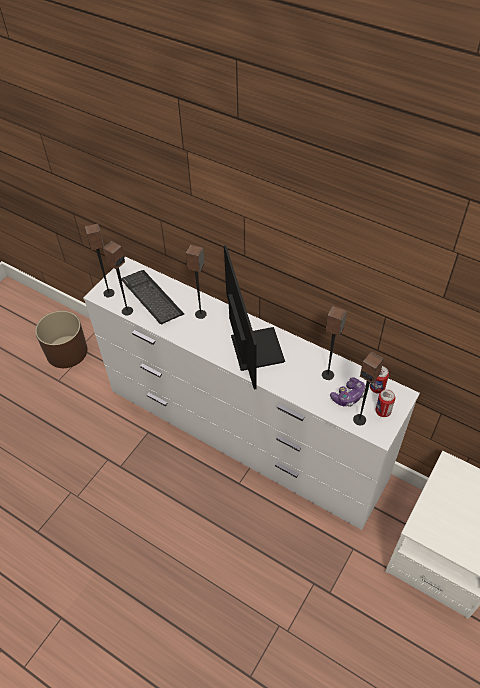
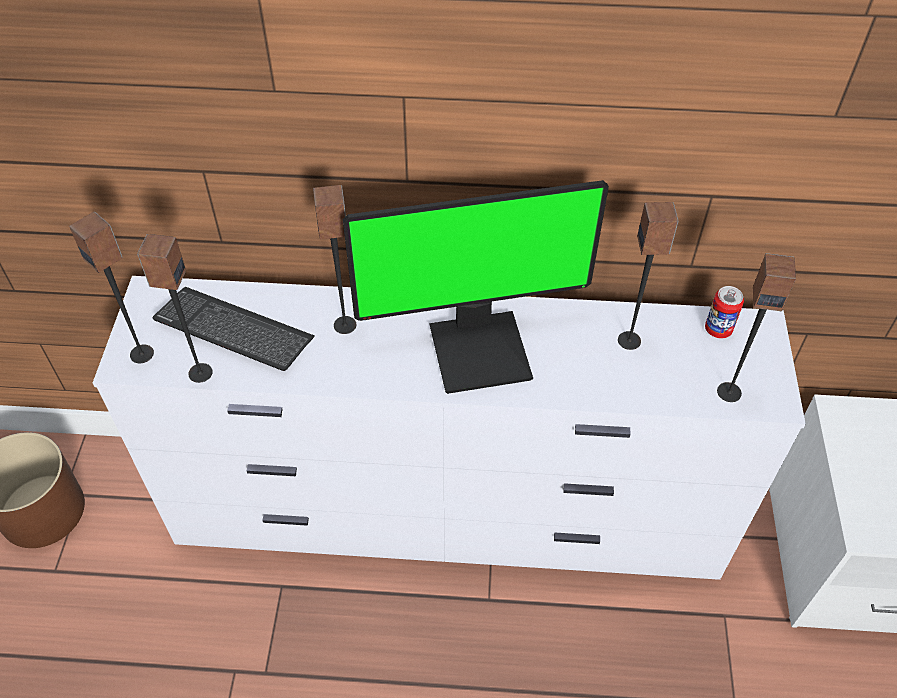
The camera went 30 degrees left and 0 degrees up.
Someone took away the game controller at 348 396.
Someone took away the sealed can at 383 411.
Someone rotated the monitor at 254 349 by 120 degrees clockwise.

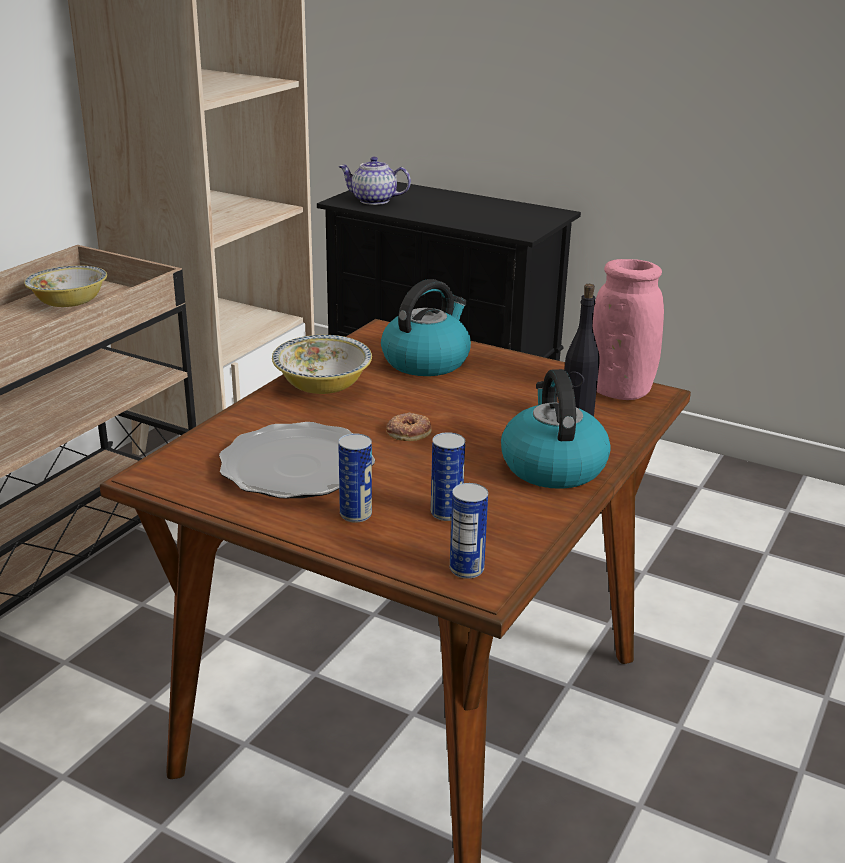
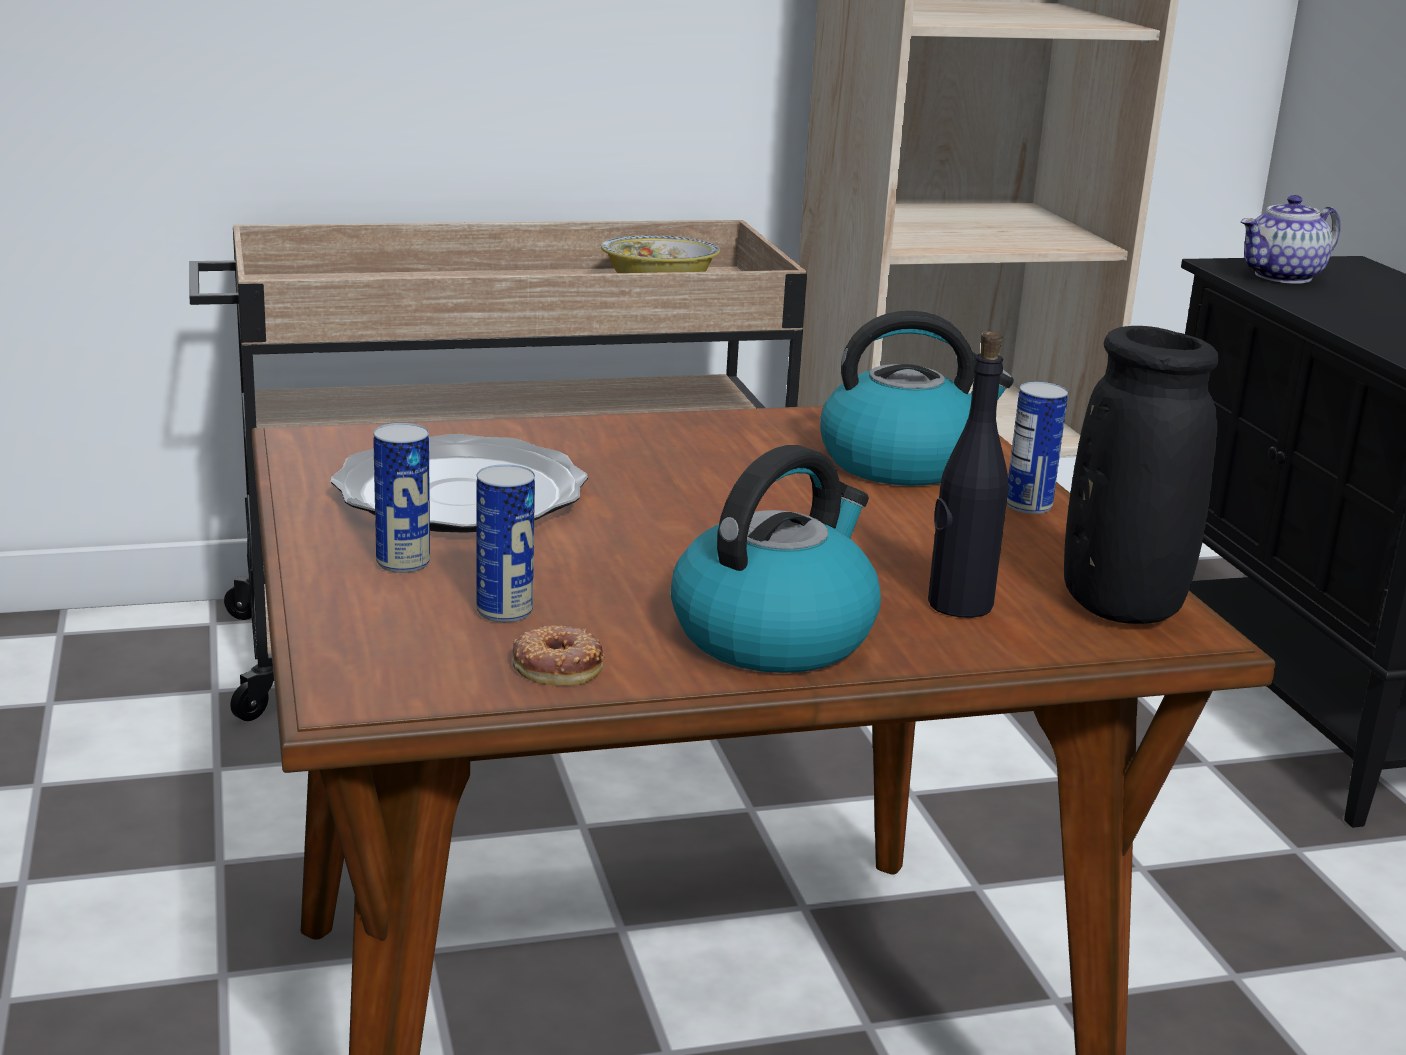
The camera went 45 degrees right and 5 degrees down.
Someone took away the bowl at 323 386.
Someone carried the donut from 408 431 to 558 665.
Someone carried the sealed can from 466 569 to 1028 506.
Someone repainted the pink-coloured vase at 619 392, which became the black-coloured vase at 1121 606.
Someone rotated the pot for tea at 373 201 by 90 degrees counterclockwise.

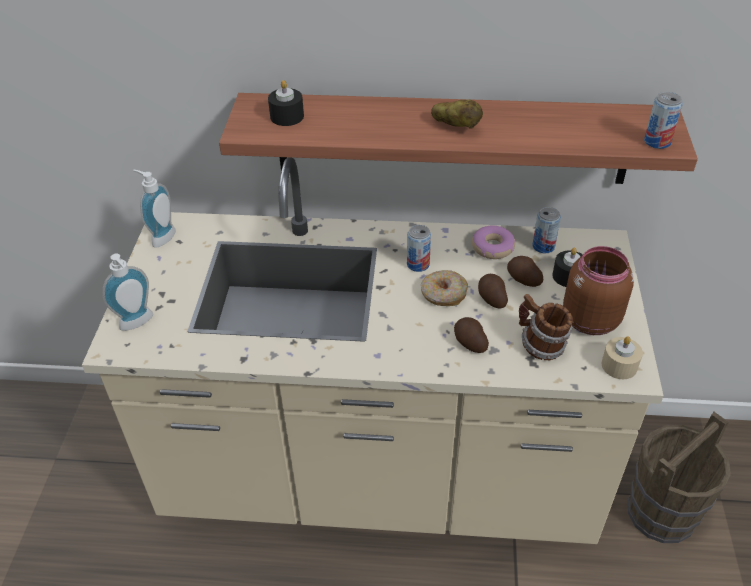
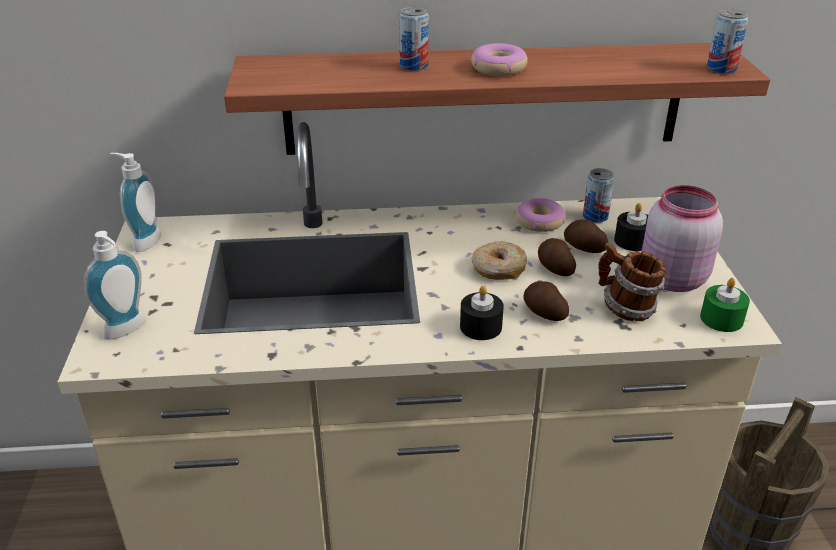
The camera went 10 degrees left and 10 degrees down.
Someone carried the black-coloured candle from 287 116 to 480 327.
Someone carried the sealed can from 418 264 to 413 65.
Someone swapped the potato at 456 126 for the donut at 498 68.
Someone repainted the brownish preserve jar at 588 319, which became the pink-coloured preserve jar at 670 278.
Someone repainted the beige candle at 619 365, which became the greenish candle at 721 319.

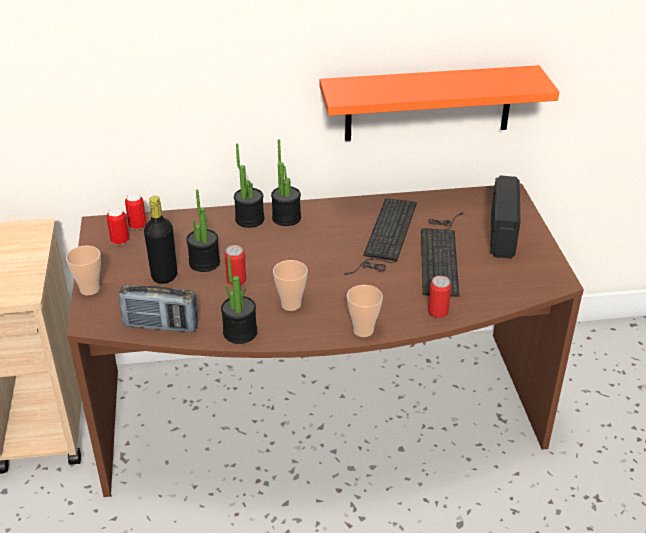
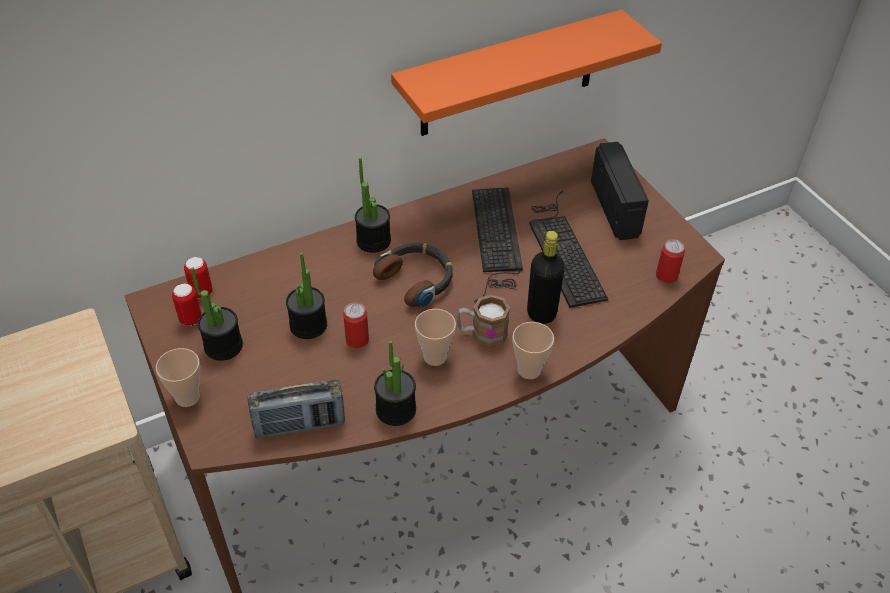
The camera went 20 degrees left and 10 degrees up.
Someone put down the headset at 416 279.
Someone put down the tea mug at 482 334.
Someone carried the black-coloured drink bottle from 164 276 to 541 313.
Someone carried the plant in a pot from 249 219 to 223 346.
Someone carried the sealed can from 437 312 to 666 276.

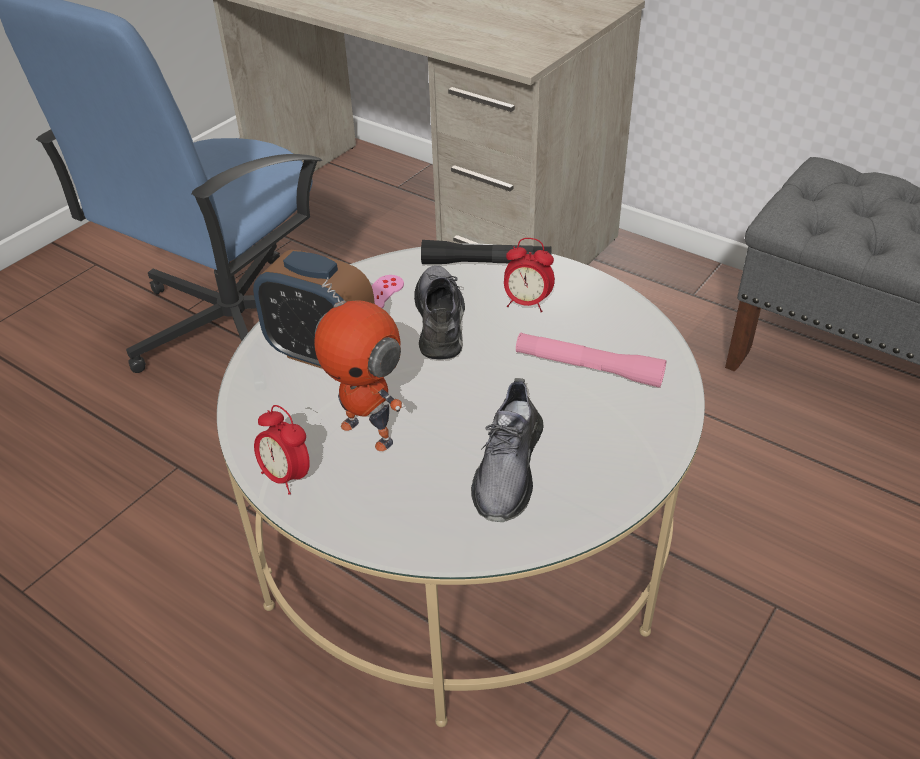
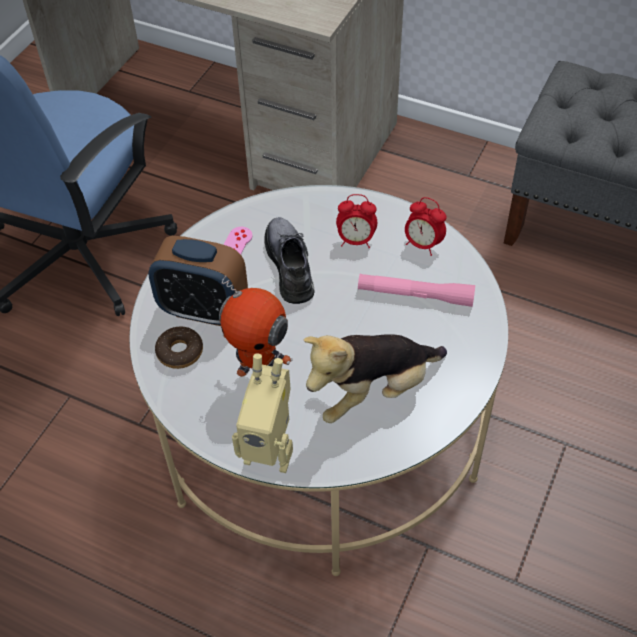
The camera went 10 degrees left and 10 degrees up.
Someone took away the black-coloured hand torch at 486 263.
Someone put down the donut at 180 352.
Someone put down the robot figure at 270 449.
Someone carried the table clock from 286 476 to 423 244.
Someone swapped the greyish shoe at 507 469 for the cuddly toy at 372 391.

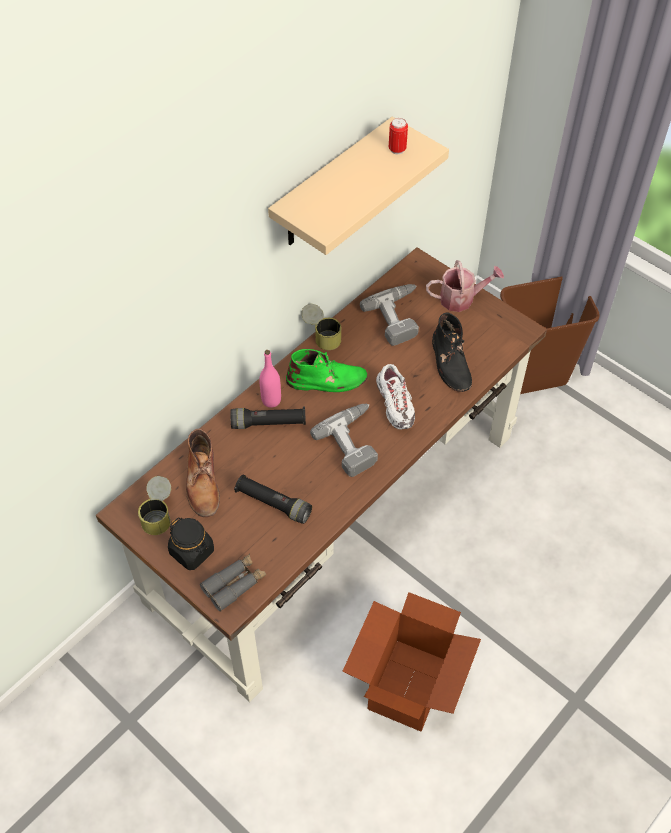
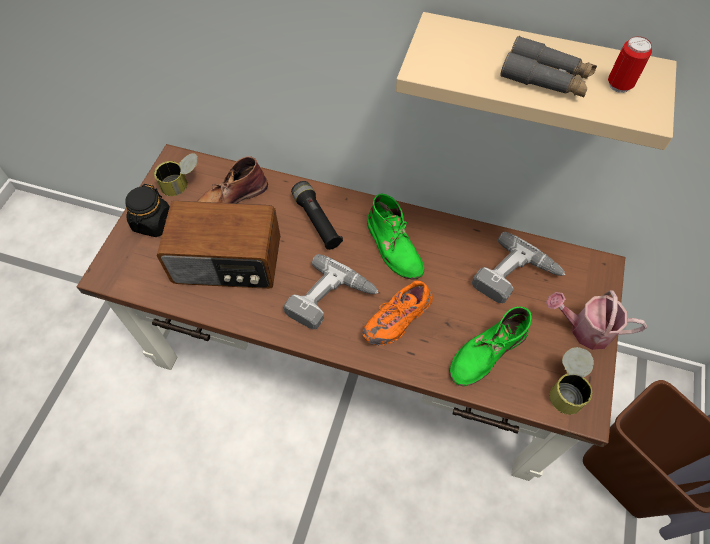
The camera went 65 degrees right and 5 degrees up.
Someone took away the pink-coloured drink bottle at 271 400.
Someone took away the cardboard box at 407 685.
Someone carried the greyish field glasses from 234 584 to 545 78.
Someone carried the sealed can from 322 336 to 567 388.
Someone swapped the black-coloured hand torch at 273 504 for the radio at 228 262.
Someone repainted the white shoe at 395 405, which became the orange shoe at 398 319.
Someone repainted the black-coloured high-top boot at 450 363, which became the greenish high-top boot at 486 352.
Someone rotated the watering pot at 461 299 by 135 degrees clockwise.

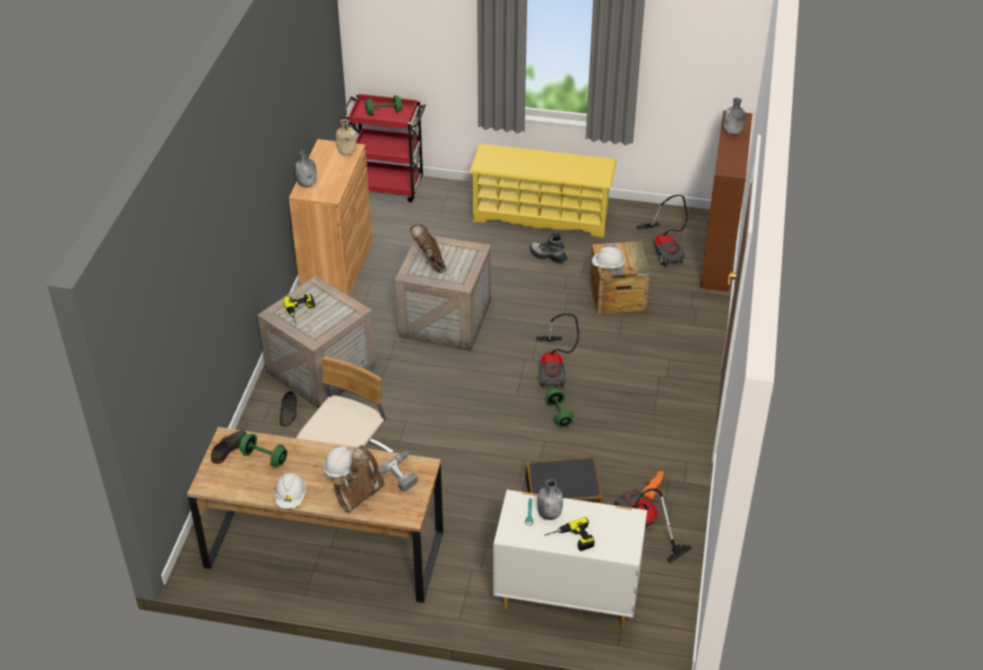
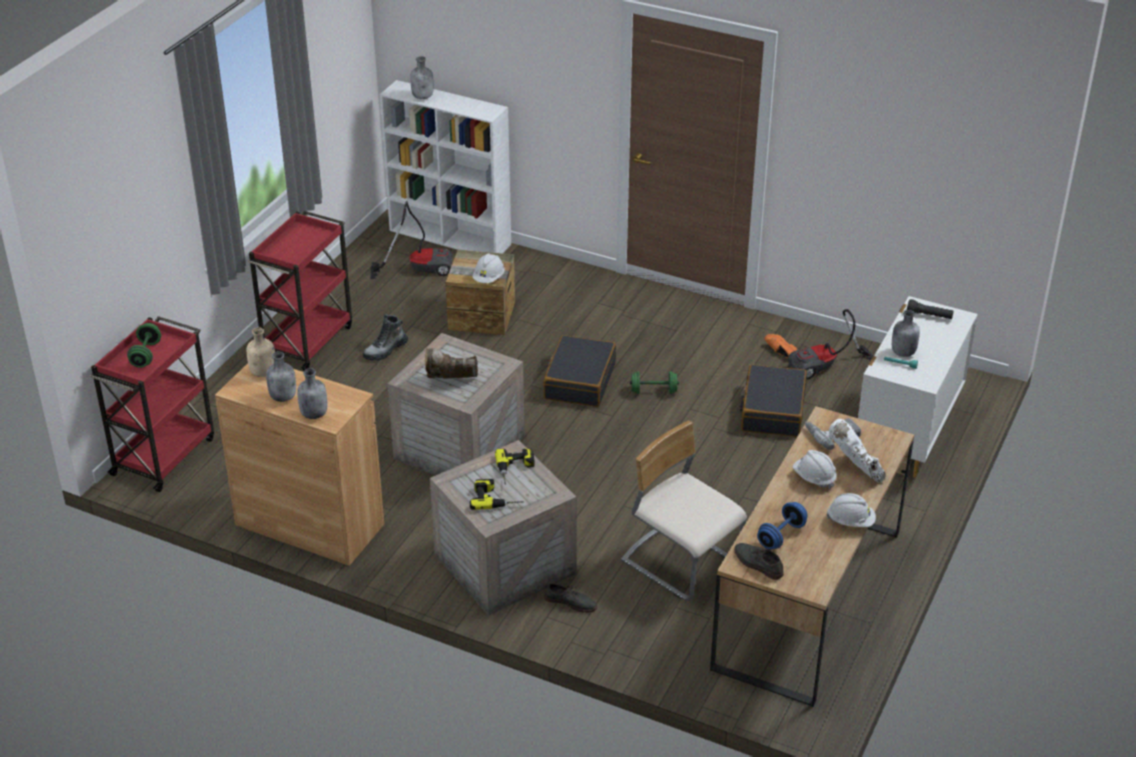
The camera went 75 degrees left and 5 degrees down.
Someone put down the greyish drink bottle at 283 397.
Someone put down the black-coloured hand torch at 929 316.
Someone carried the drill from 571 540 to 516 470.
Someone swapped the yellowish shoe stand at 542 215 for the reddish cart at 308 340.
Someone swapped the vacuum cleaner at 554 368 for the black-coloured piece of luggage at 579 381.
Someone repainted the greenish dumbbell at 264 457, which became the bluish dumbbell at 781 535.
Someone repainted the brownish high-top boot at 360 494, which became the white high-top boot at 855 469.
Someone repainted the brownish bookshelf at 718 256, which became the white bookshelf at 451 237.

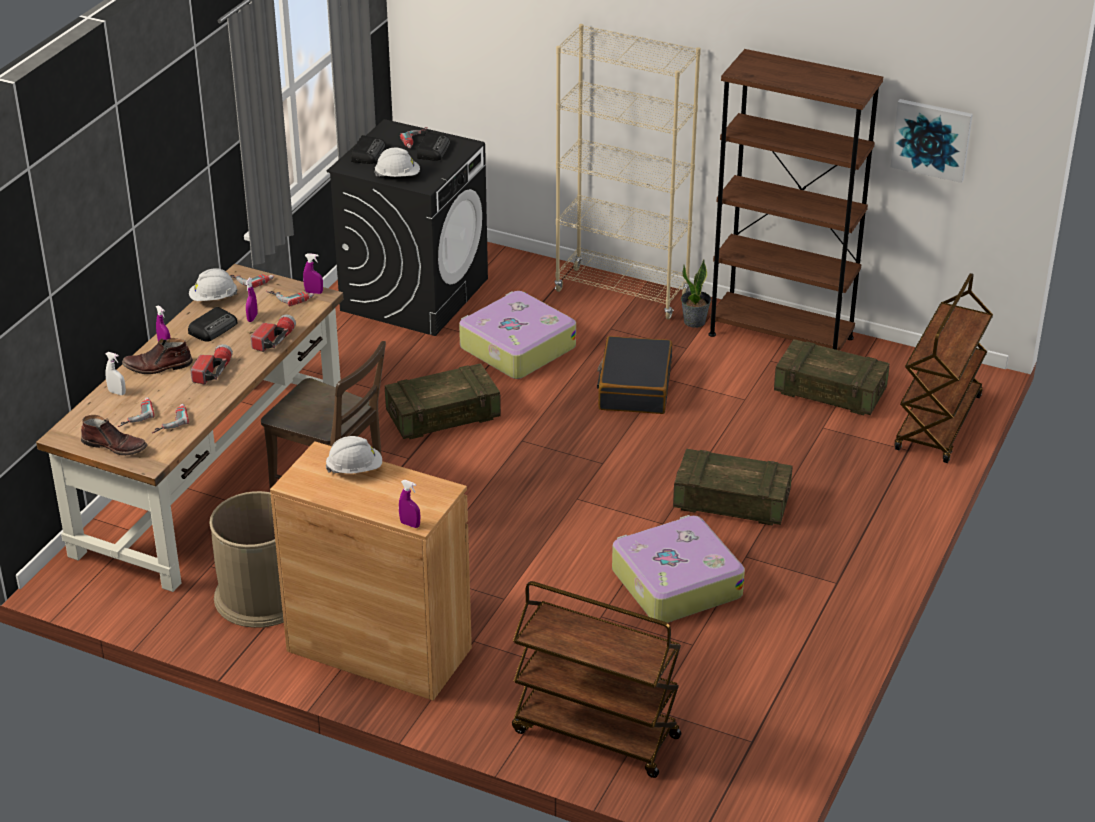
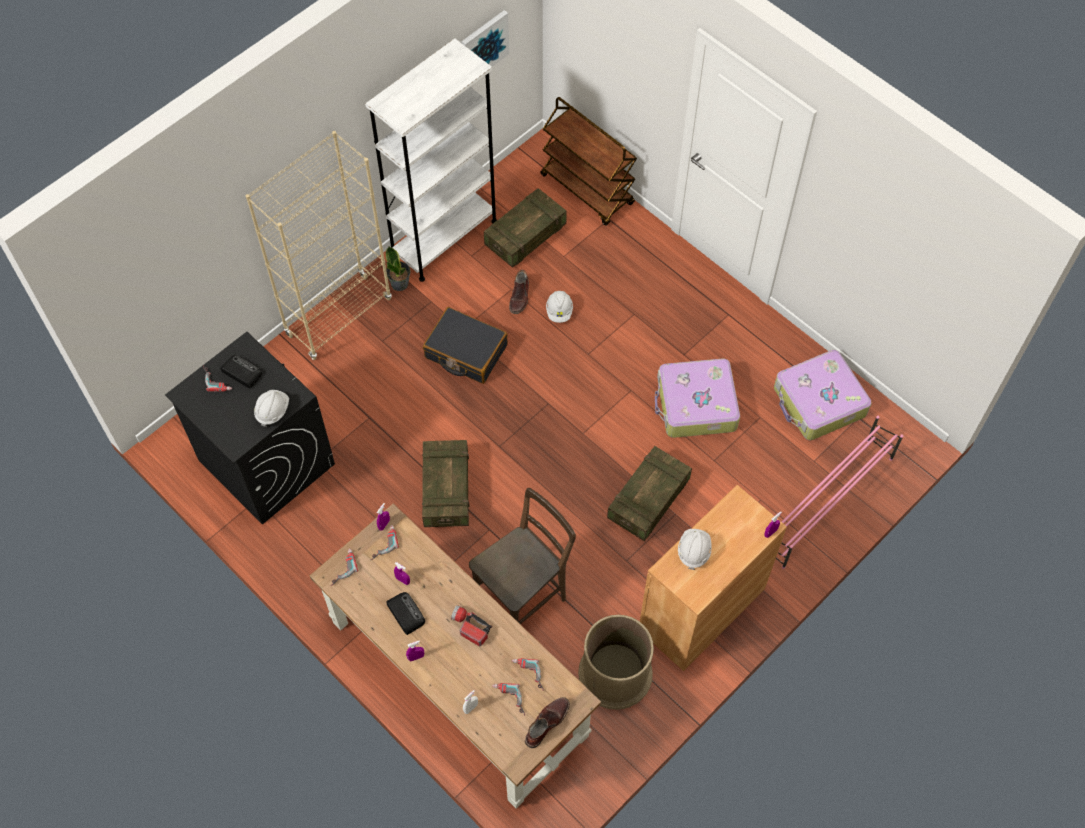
The camera went 70 degrees left and 25 degrees up.
Someone took away the hand torch at 274 340.
Someone took away the radio at 368 153.
Someone carried the brownish high-top boot from 158 366 to 520 297.
Someone carried the white safety helmet from 213 299 to 559 311.
Someone carried the piece of luggage from 516 347 to 819 402.
Someone carried the crate from 731 502 to 648 500.
Someone swapped the brownish cart at 594 734 for the pink-coloured shoe stand at 825 502.
Someone repainted the brownish bookshelf at 781 336, which became the white bookshelf at 444 238.

